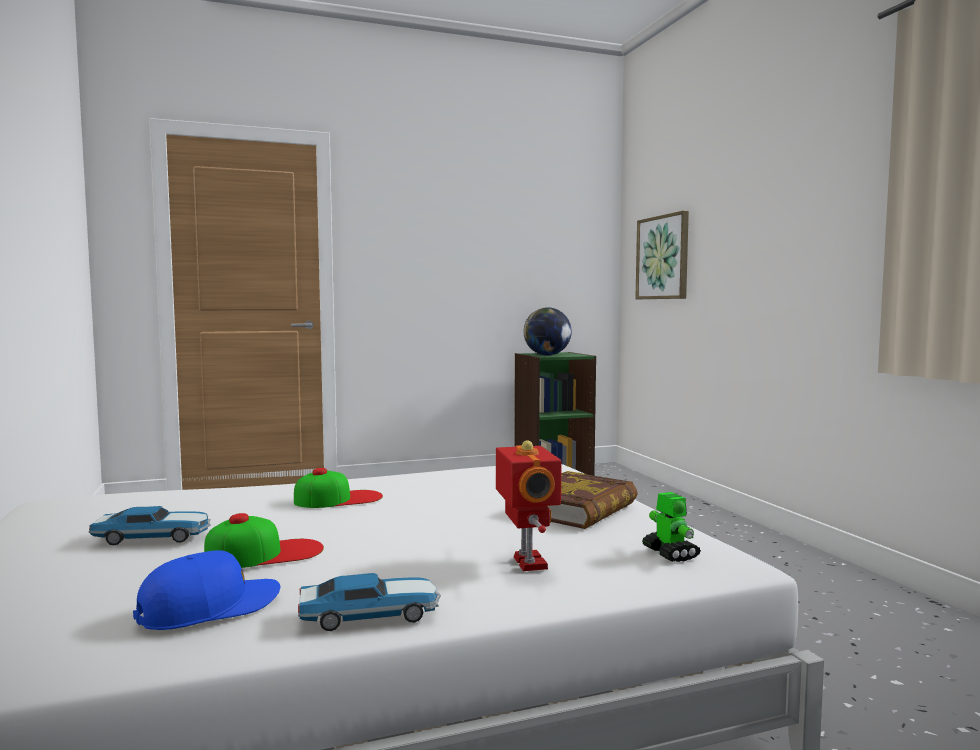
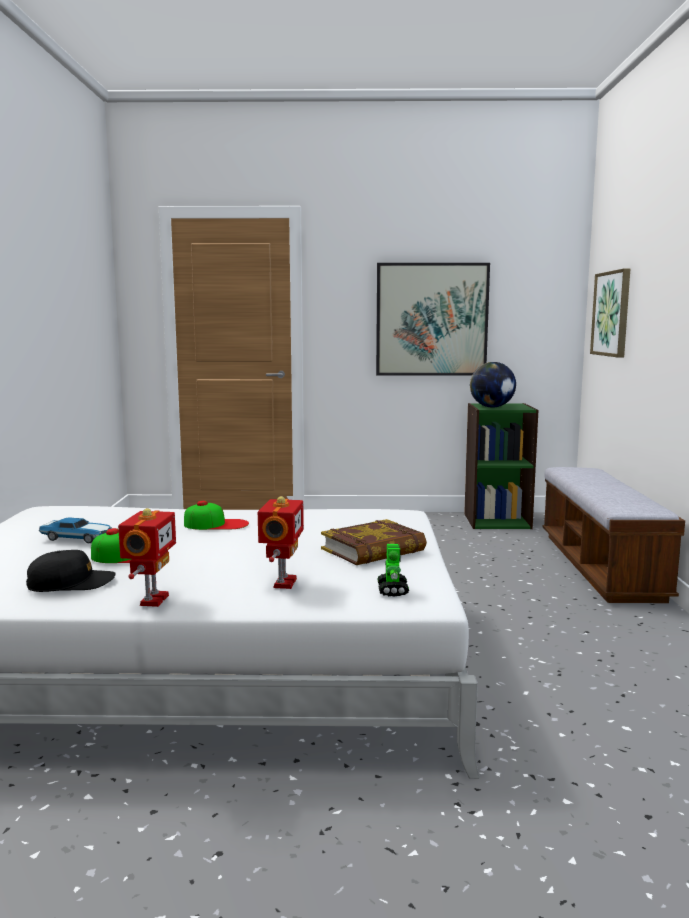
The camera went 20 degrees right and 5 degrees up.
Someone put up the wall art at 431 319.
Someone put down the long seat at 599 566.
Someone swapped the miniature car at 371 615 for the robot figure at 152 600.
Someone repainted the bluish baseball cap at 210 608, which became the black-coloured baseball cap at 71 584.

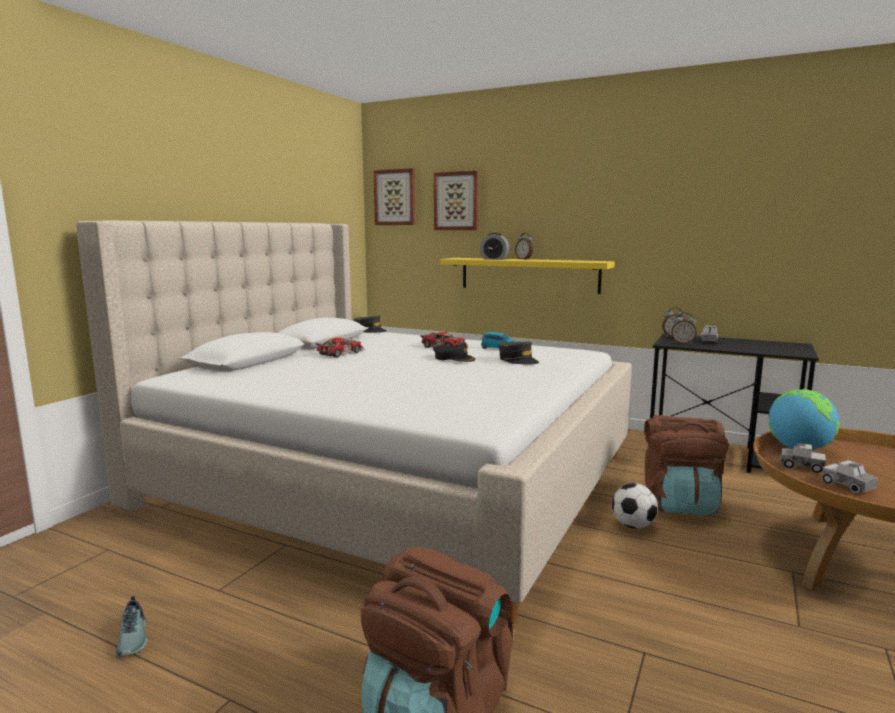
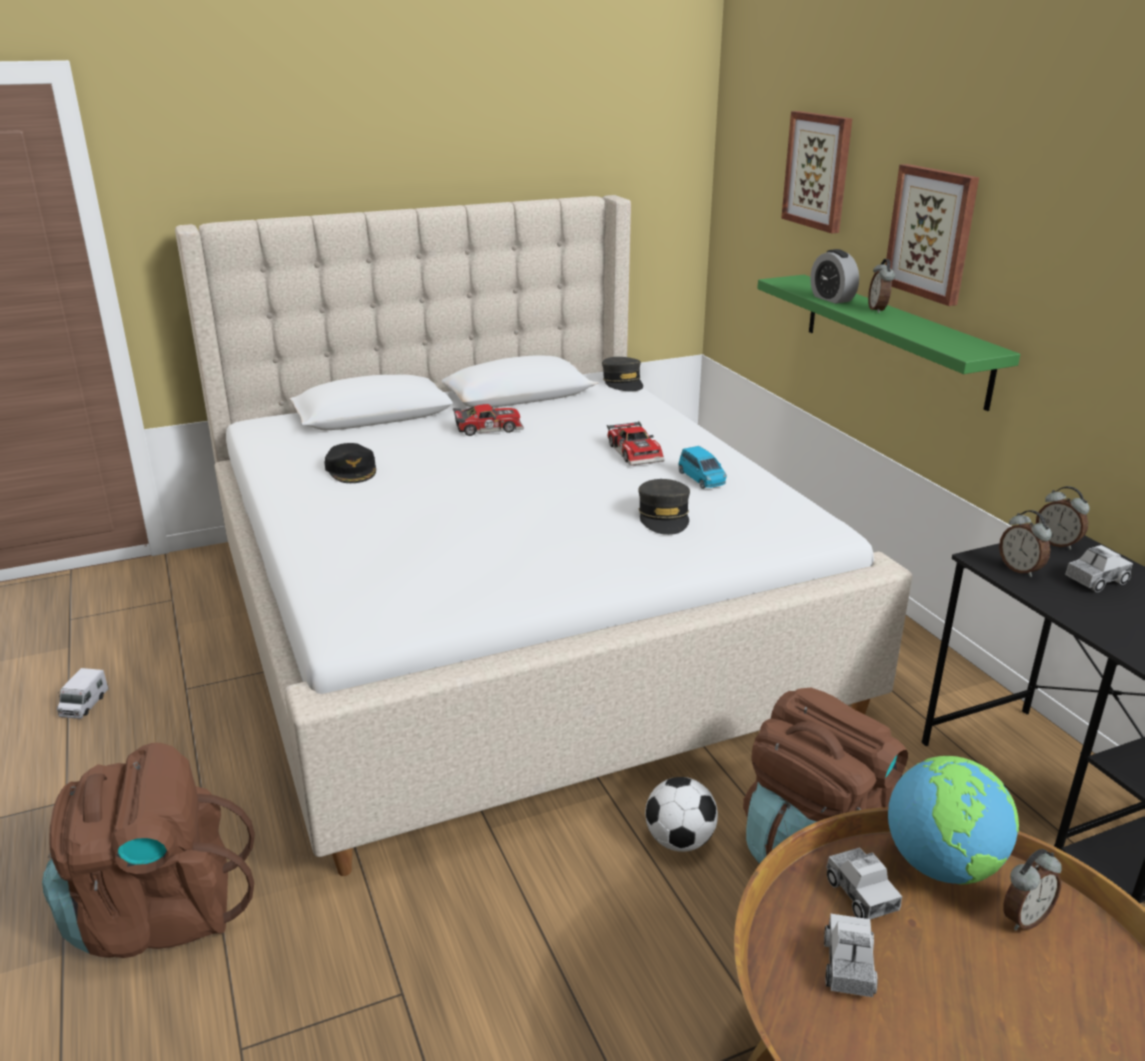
The camera went 40 degrees right and 15 degrees up.
Someone put down the table clock at 1023 918.
Someone carried the wall art from 395 197 to 932 233.
Someone carried the black-coloured baseball cap from 454 358 to 352 469.
Someone swapped the shoe at 134 638 for the toy truck at 84 705.
Someone repainted the yellowish wall shelf at 528 275, which became the greenish wall shelf at 894 338.

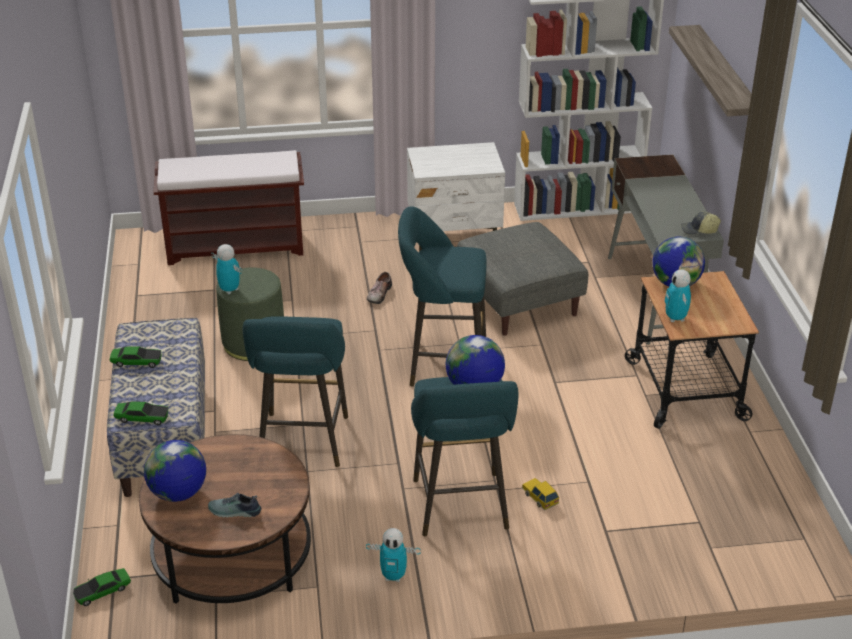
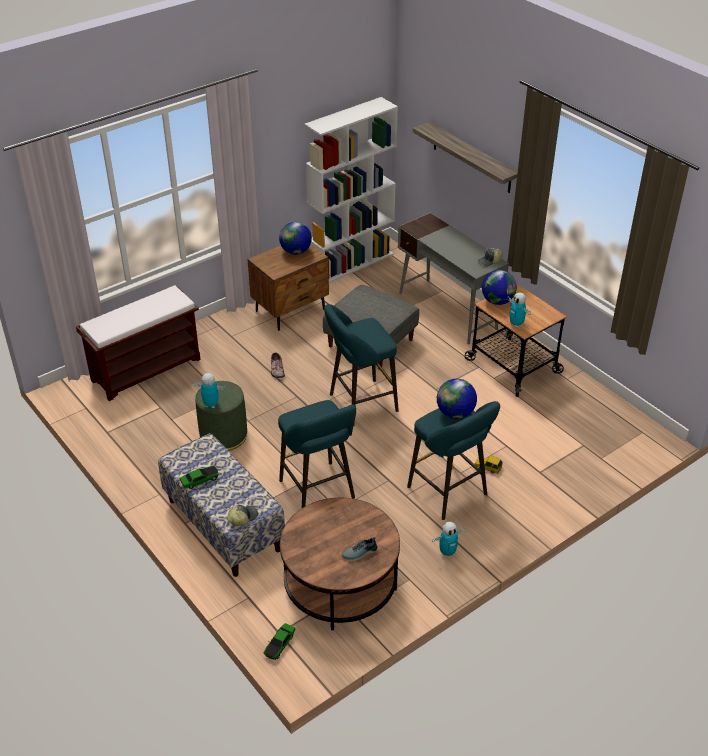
The camera went 30 degrees left and 5 degrees up.
Someone carried the desk globe from 178 493 to 296 252.
Someone swapped the miniature car at 142 418 for the baseball cap at 242 517.
Someone repainted the white nightstand at 455 236, which became the brownish nightstand at 291 310.

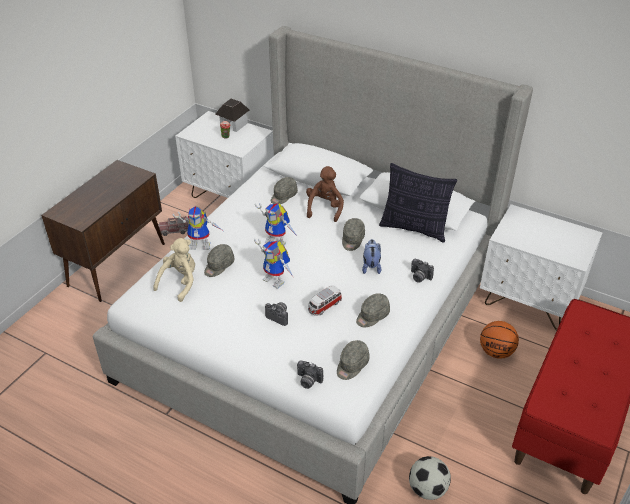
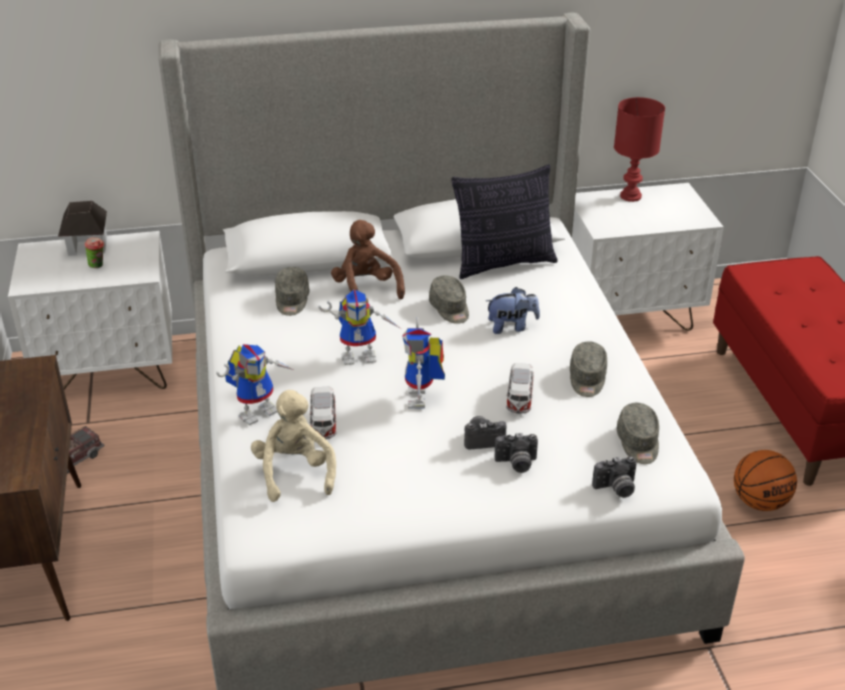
The camera went 40 degrees left and 5 degrees down.
Someone took away the football ball at 427 488.
Someone put down the reddish tabletop lamp at 631 196.
Someone carried the photo camera from 419 277 to 516 464.
Someone carried the ball for basketball from 496 351 to 759 502.
Someone swapped the greyish baseball cap at 218 266 for the miniature car at 323 423.
Someone rotated the robot figure at 277 280 by 90 degrees clockwise.
Someone rotated the cuddly toy at 371 266 by 120 degrees clockwise.

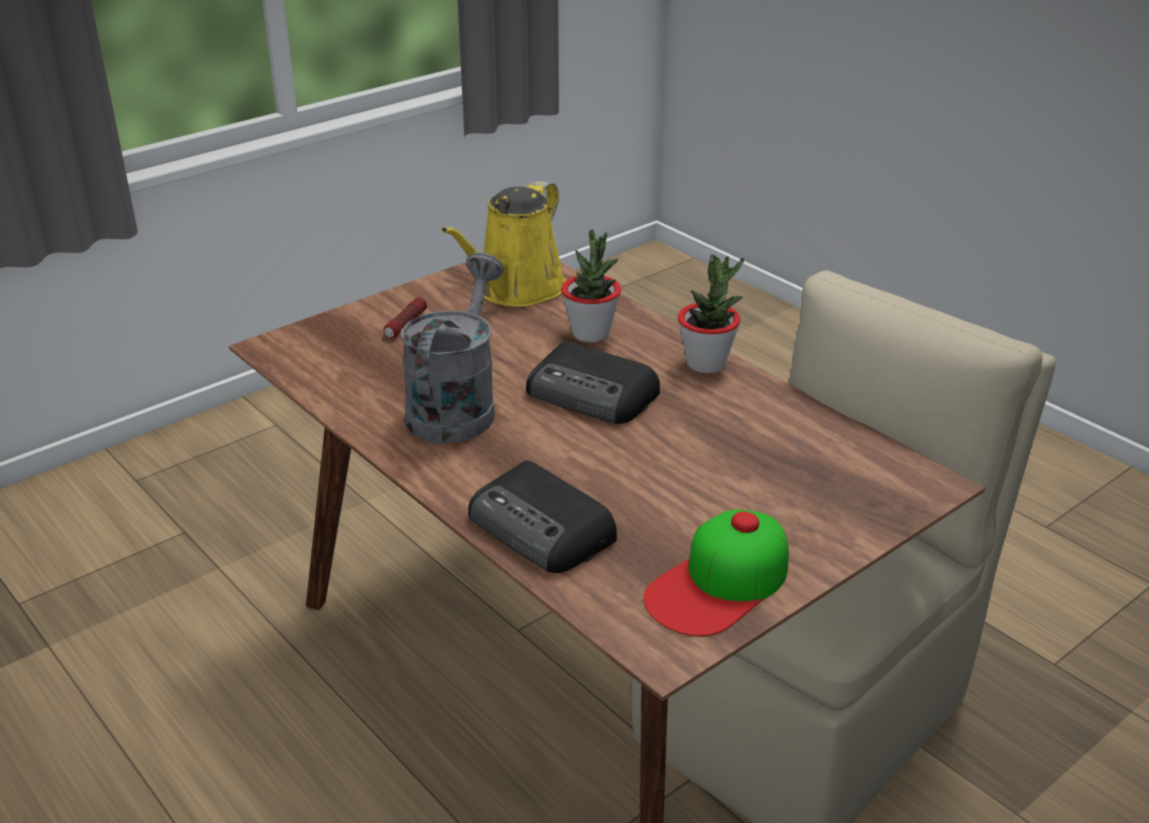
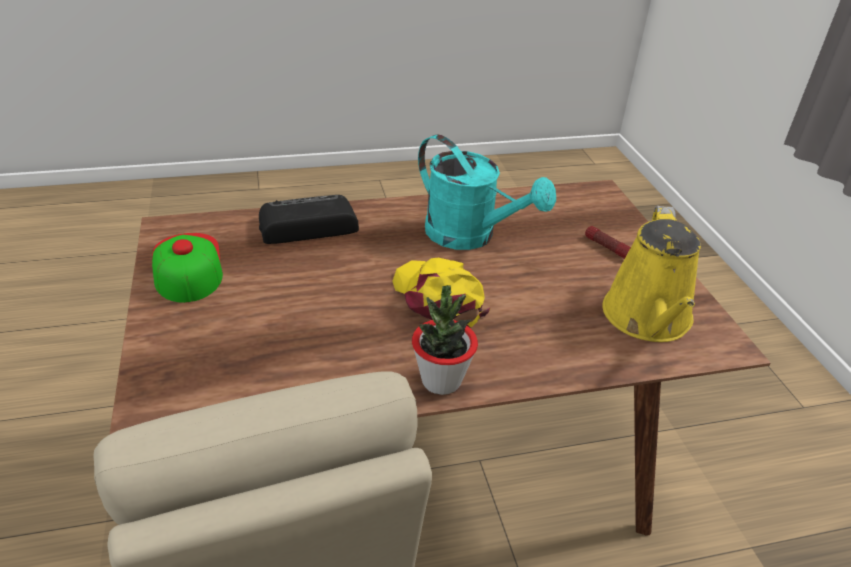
The camera went 115 degrees right and 5 degrees up.
Someone took away the plant in a pot at 590 333.
Someone swapped the radio at 593 395 for the yellowish baseball cap at 439 298.
Someone repainted the greyish watering pot at 456 406, which became the turquoise watering pot at 470 236.
Someone rotated the yellowish watering pot at 516 291 by 135 degrees counterclockwise.

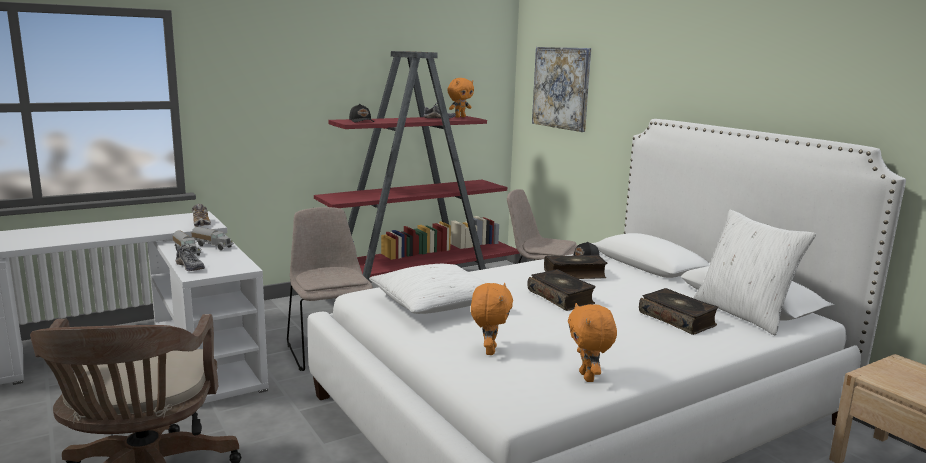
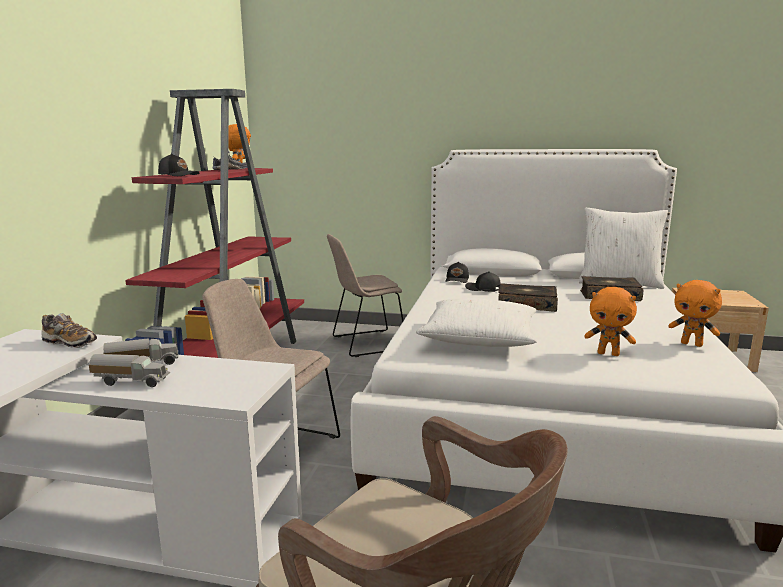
The camera went 45 degrees left and 0 degrees up.
Someone took away the shoe at 190 267.
Someone took away the wall art at 561 88.
Someone swapped the book at 574 274 for the black-coloured baseball cap at 483 289.
Someone rotated the orange cuddly toy at 489 350 by 150 degrees clockwise.

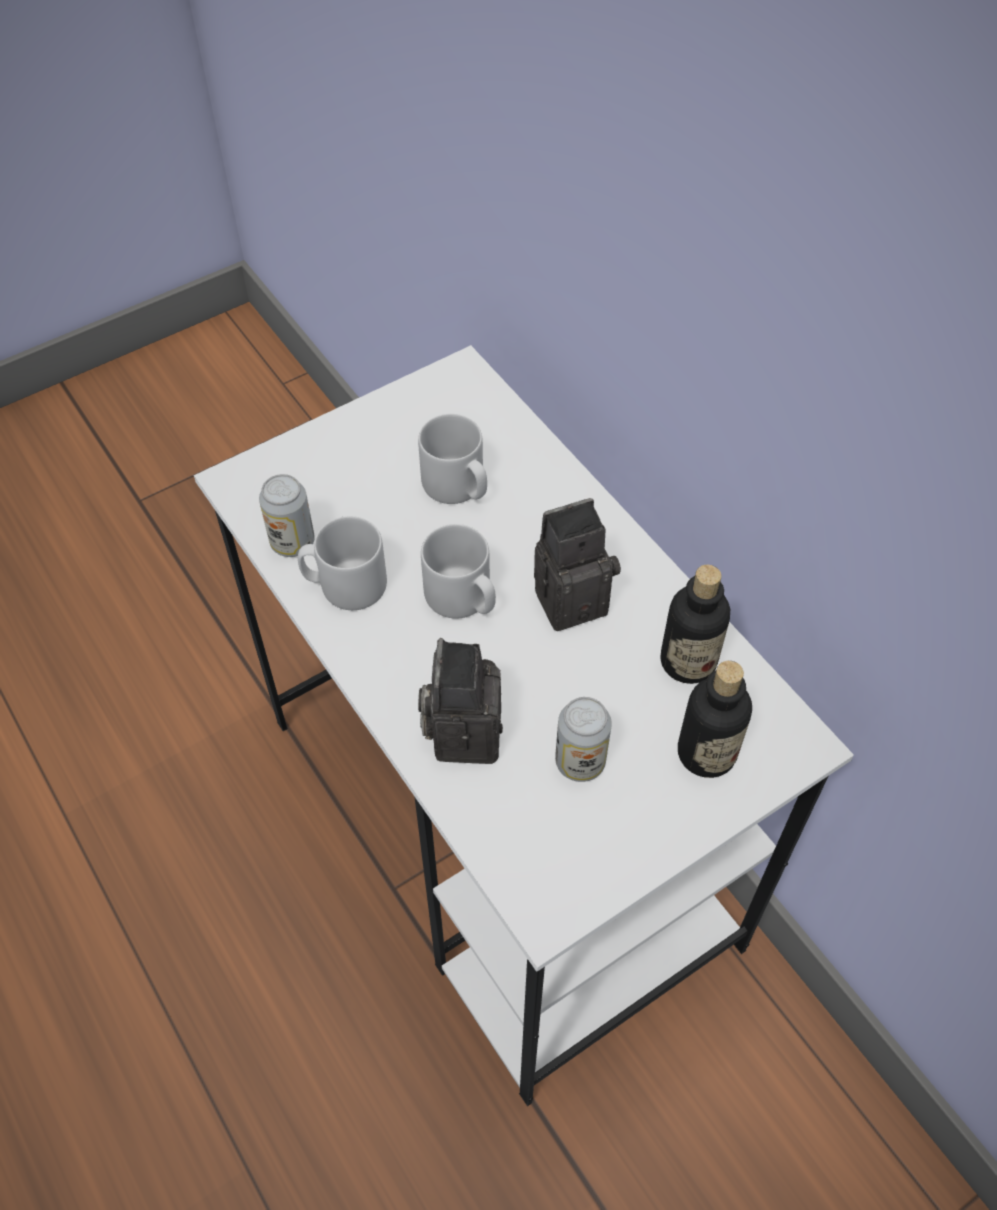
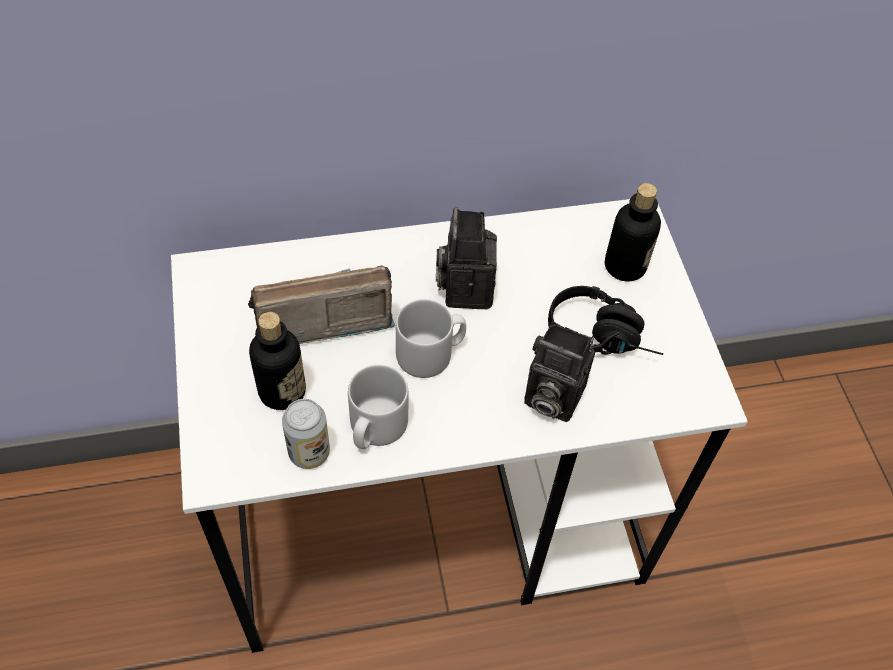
The camera went 70 degrees left and 0 degrees up.
Someone carried the drink bottle from 688 661 to 282 391.
Someone swapped the greyish tea mug at 457 487 for the radio at 319 318.
Someone swapped the sealed can at 580 762 for the black-coloured headset at 603 337.

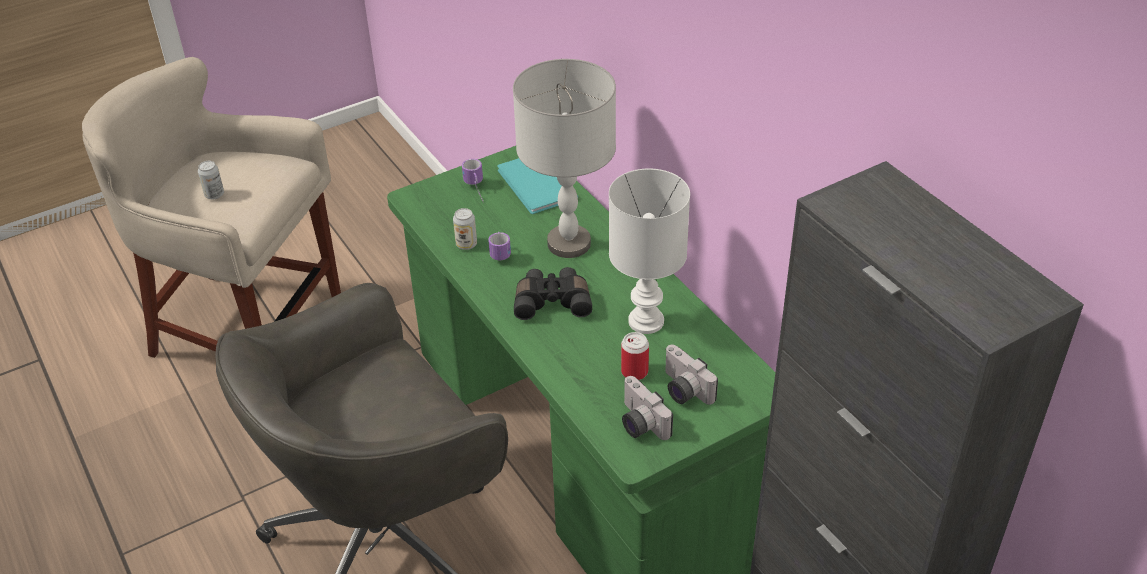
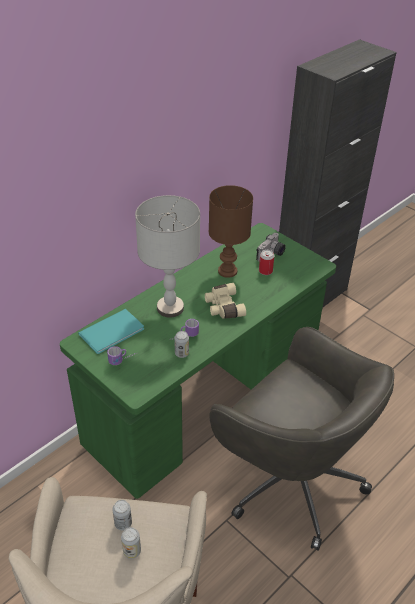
The camera went 105 degrees left and 0 degrees up.
Someone took away the photo camera at 639 423.
Someone put down the sealed can at 123 523.
Someone repainted the black-coloured field glasses at 552 301, which became the beige field glasses at 223 307.
Someone repainted the white tabletop lamp at 646 322, which became the brownish tabletop lamp at 228 271.

